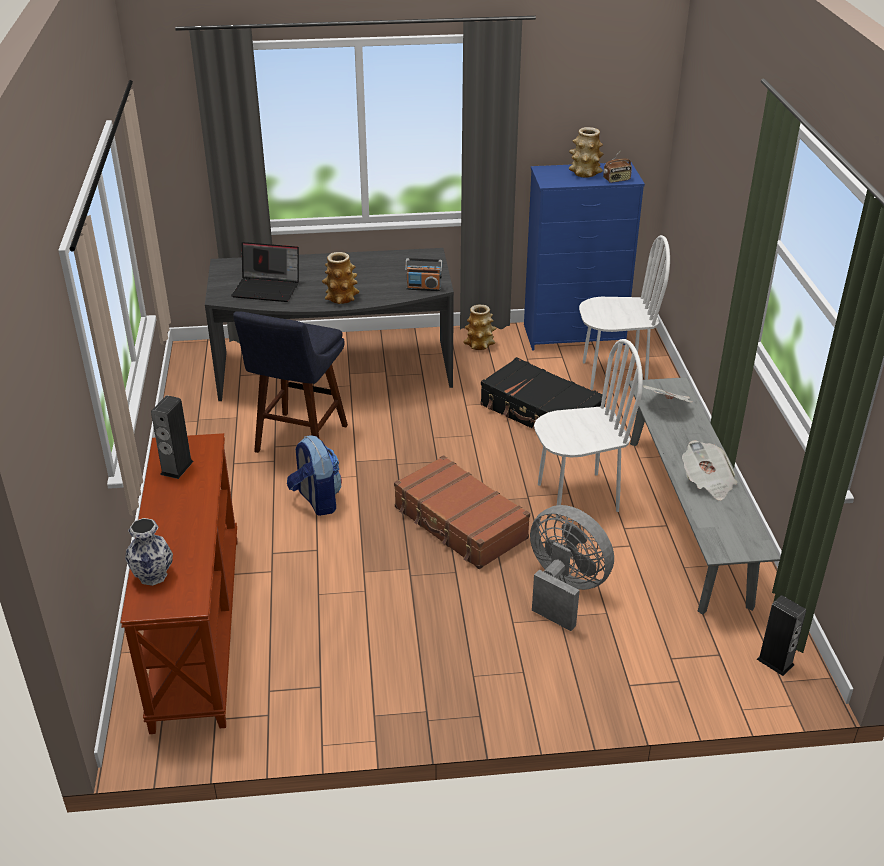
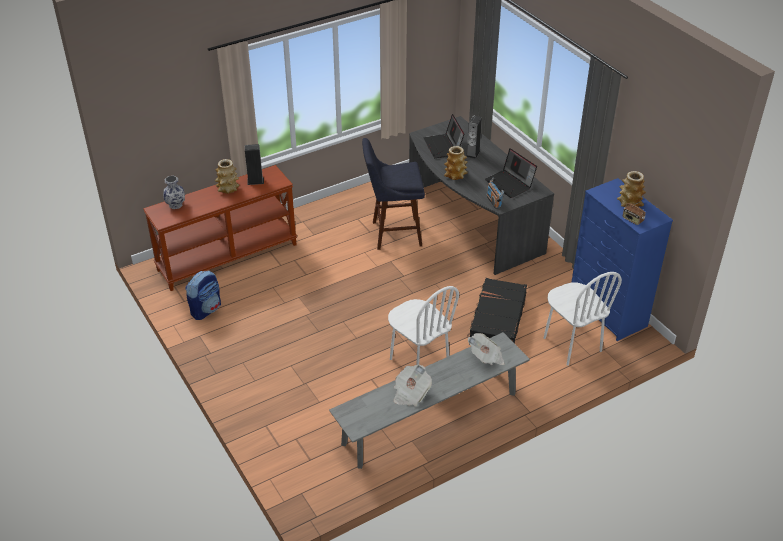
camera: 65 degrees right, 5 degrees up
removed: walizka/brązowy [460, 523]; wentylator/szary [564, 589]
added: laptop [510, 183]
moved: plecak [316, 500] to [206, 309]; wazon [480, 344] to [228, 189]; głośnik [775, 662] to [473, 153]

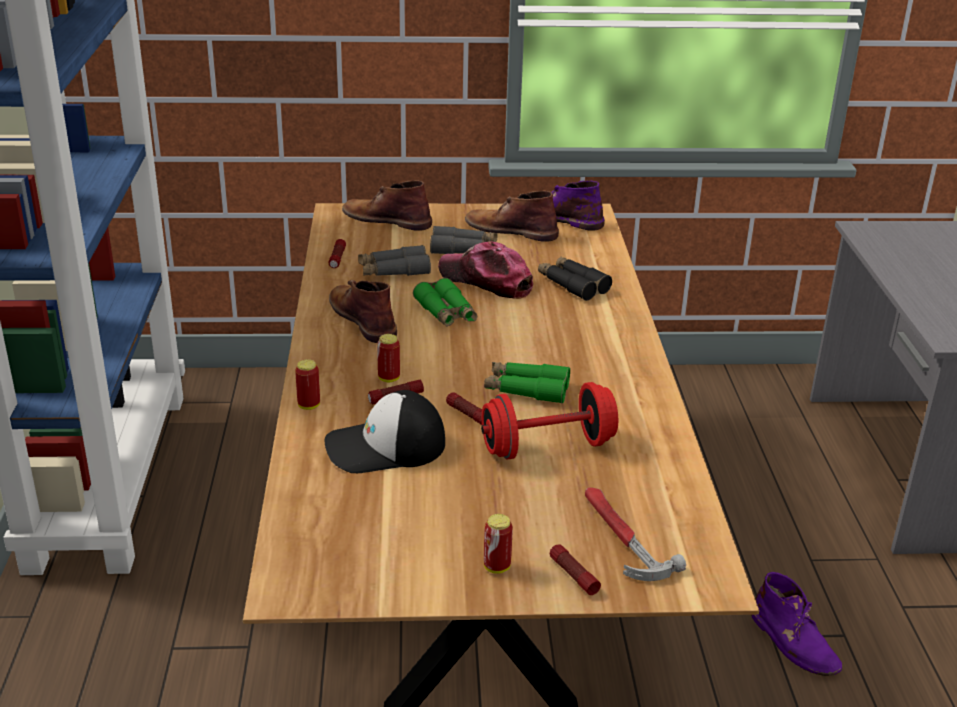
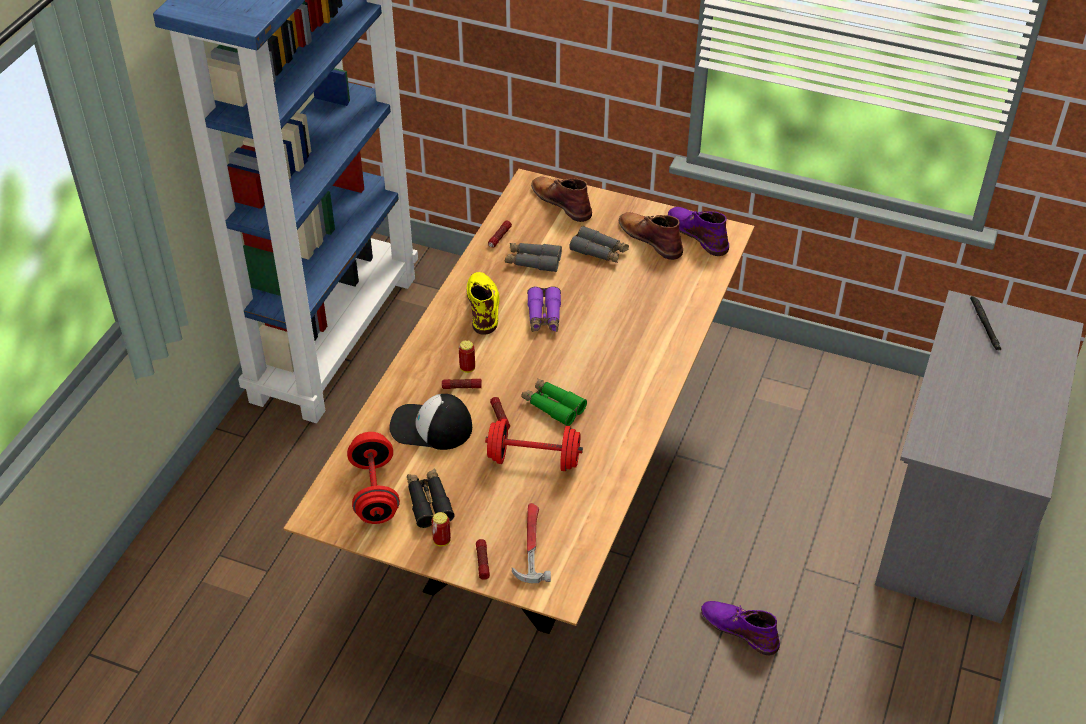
camera: 25 degrees right, 15 degrees up
removed: puszka [309, 405]; czapka z daszkiem [486, 281]
added: hantel/czerwony [375, 492]; latarka/czarny [984, 325]
moved: lornetka/czarny [572, 285] to [429, 502]
recoloured: but z cholewką/brązowy [363, 318] to but z cholewką/żółty [483, 305]; lornetka/zielony [446, 313] to lornetka/fioletowy [544, 316]
turned: but z cholewką/fioletowy [793, 642] = [739, 628] 135 degrees clockwise

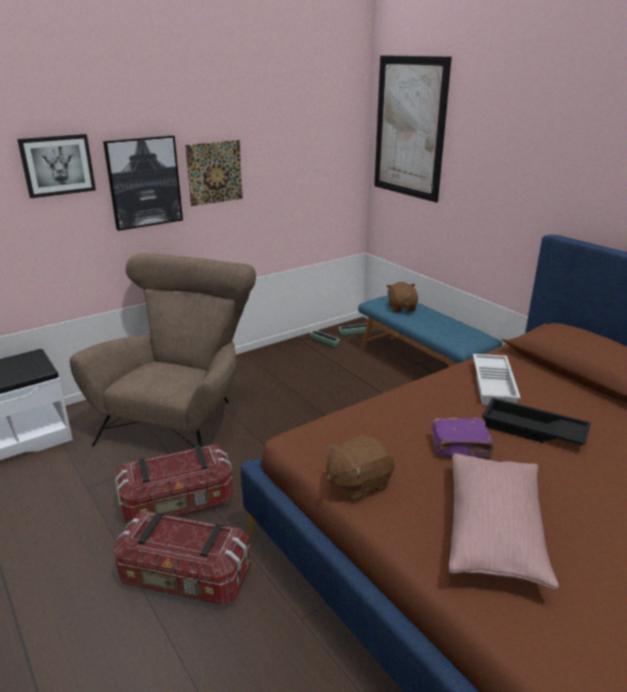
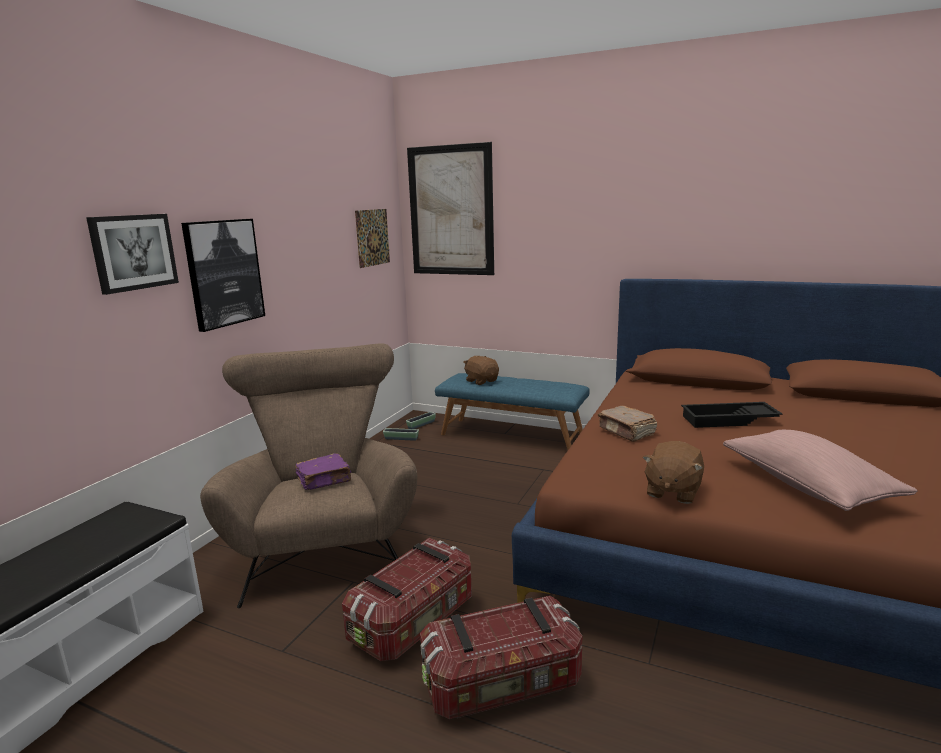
camera: 30 degrees left, 10 degrees down
removed: taca/biały [495, 385]
added: książka/brązowy [627, 432]
moved: obraz [215, 172] to [372, 237]; książka/fioletowy [461, 447] to [325, 481]

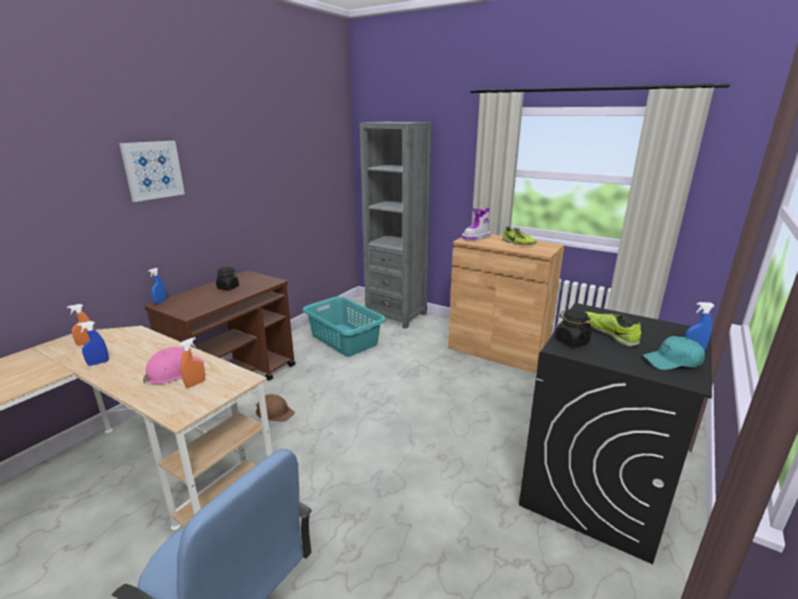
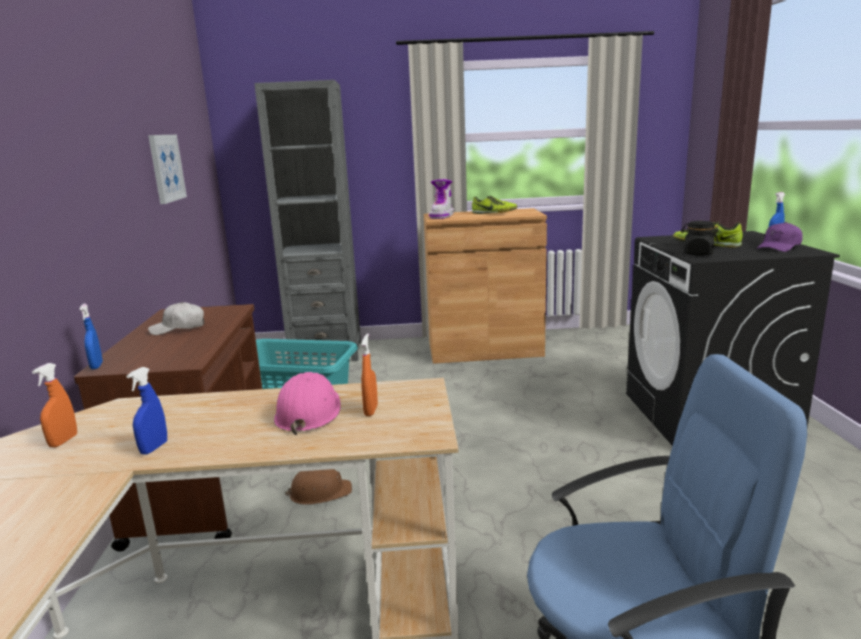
camera: 35 degrees left, 5 degrees down
moved: obraz [153, 170] to [166, 168]
replaced: słoik/czarny [228, 287] to czapka z daszkiem/biały [178, 328]
recoloured: czapka z daszkiem/turkusowy [672, 362] to czapka z daszkiem/fioletowy [779, 247]

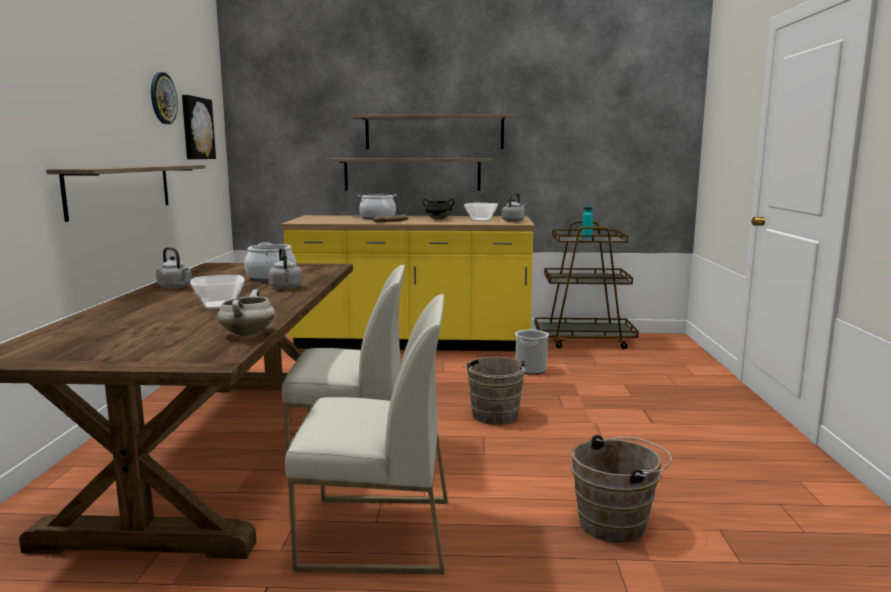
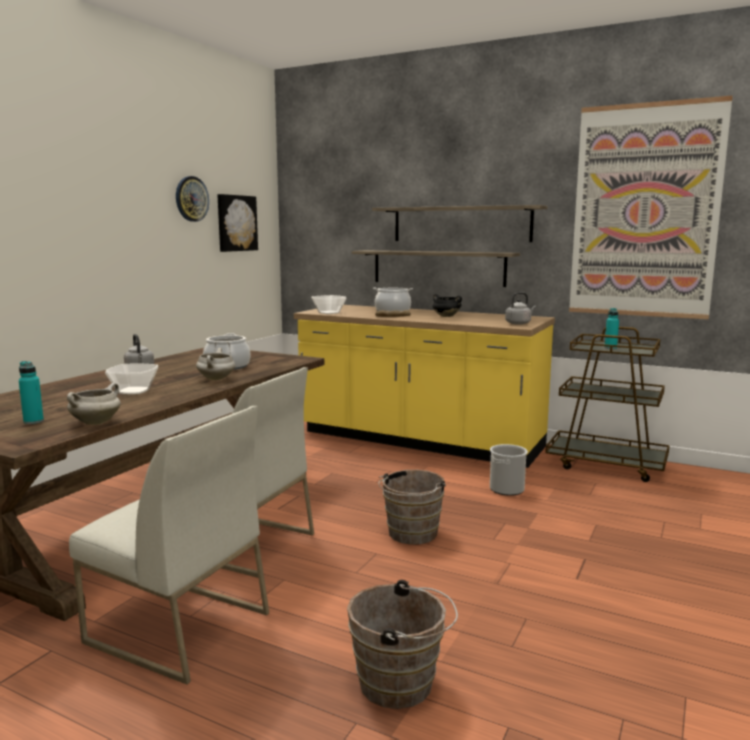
camera: 25 degrees right, 0 degrees up
removed: półka [121, 189]
added: butelka/turkusowy [33, 421]; obraz [644, 212]
moved: miska [481, 220] to [328, 313]
replaced: czajnik/szary [286, 288] to garnek/biały [216, 379]

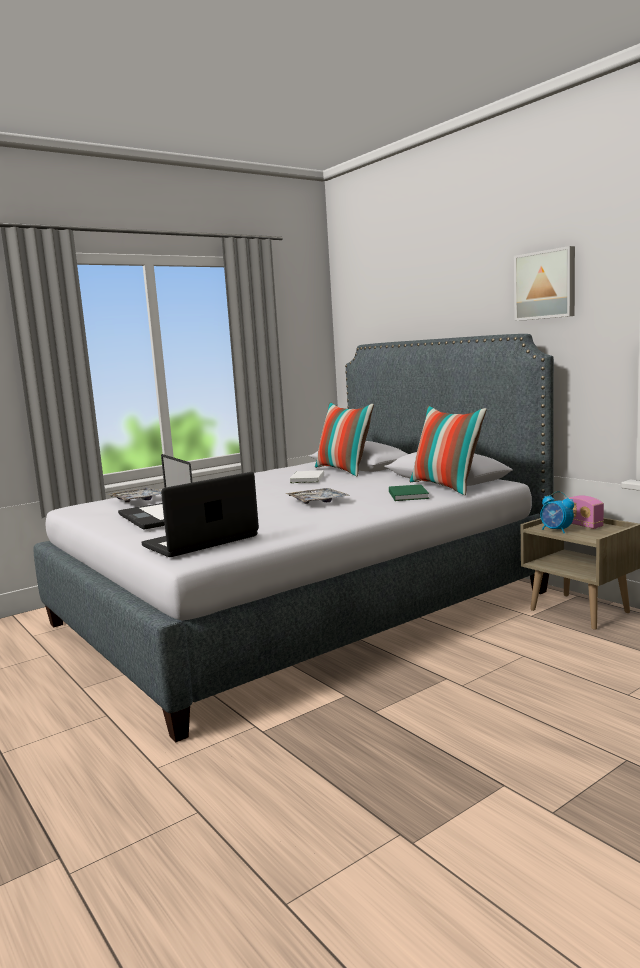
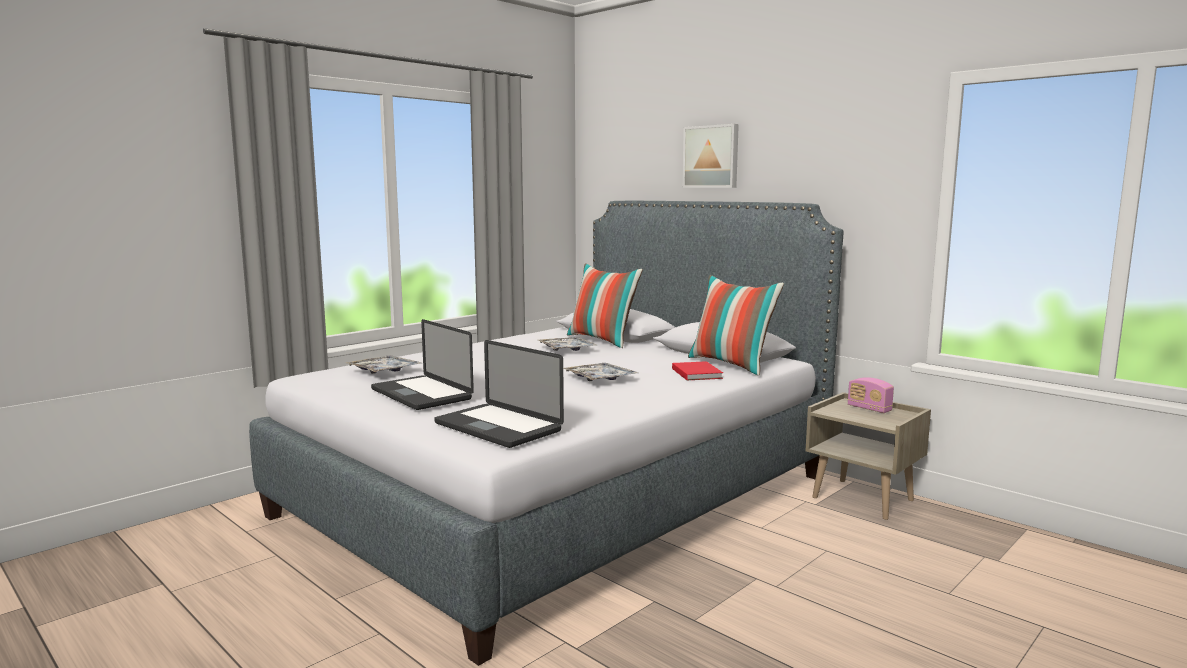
camera: 10 degrees left, 0 degrees up
removed: budzik [556, 530]
moved: obraz [545, 285] to [711, 157]
replaced: książka/biały [306, 479] to taca [566, 349]
recoloured: książka/zielony [408, 495] to książka/czerwony [697, 373]
turned: laptop [201, 541] = [497, 427] 90 degrees counterclockwise

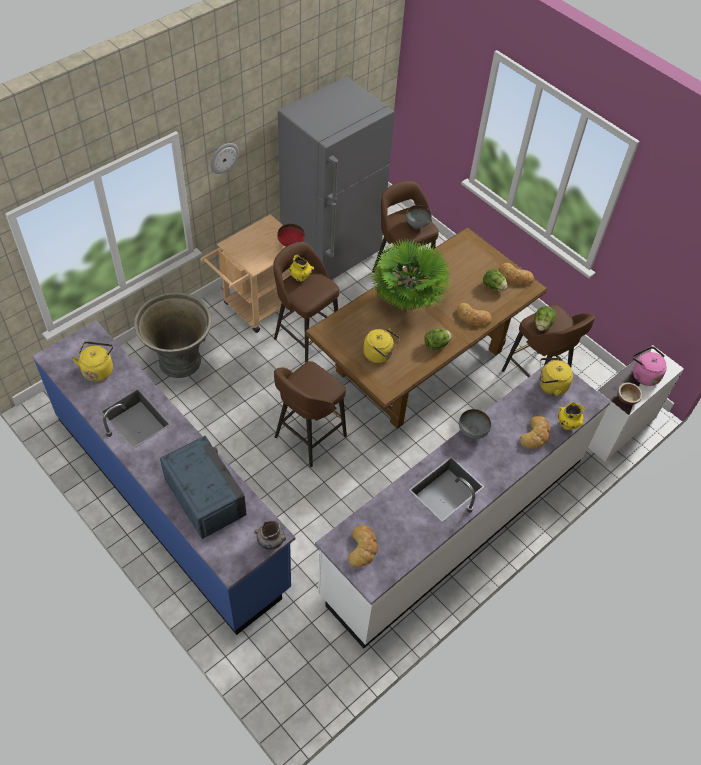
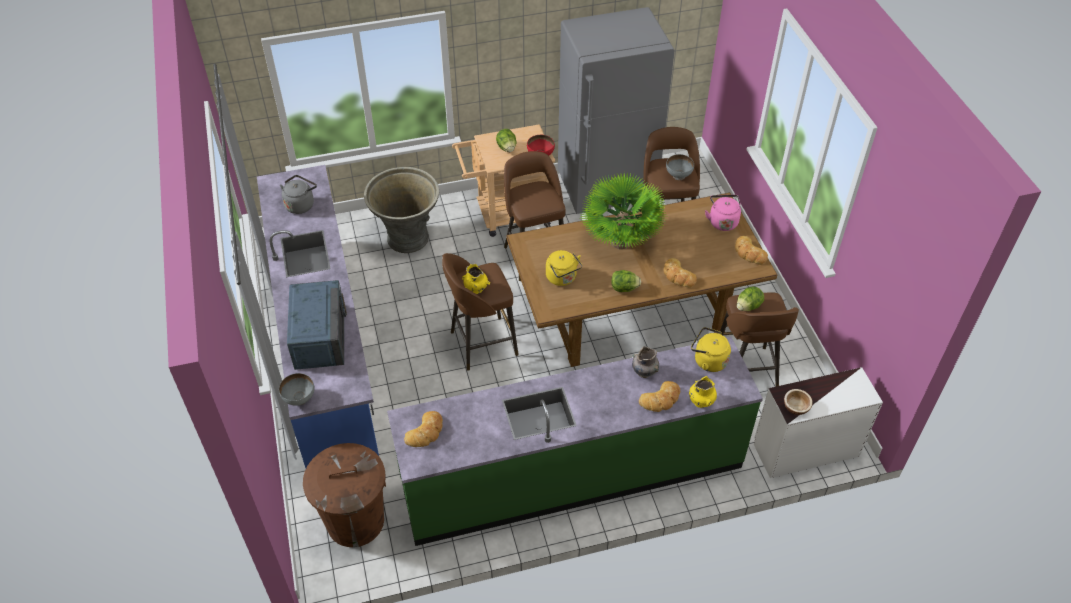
camera: 30 degrees right, 5 degrees down
removed: zegar ścienny [223, 157]
added: kosz na śmieci/brązowy [355, 521]
moved: wazon/szary [270, 542] to [644, 372]; wazon/żółty [301, 277] to [476, 289]; miska/szary [472, 432] to [299, 399]; sałata [493, 287] to [507, 148]; czajnik/różowy [643, 375] to [722, 221]
recoloured: czajnik/żółty [98, 369] to czajnik/szary [301, 204]; zabudowa kuchenna/biały [454, 524] to zabudowa kuchenna/zielony [572, 474]

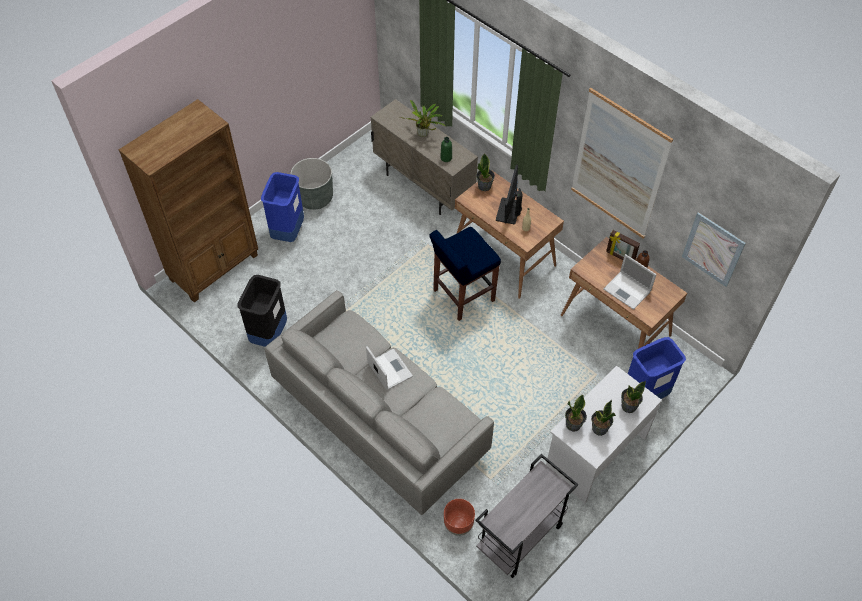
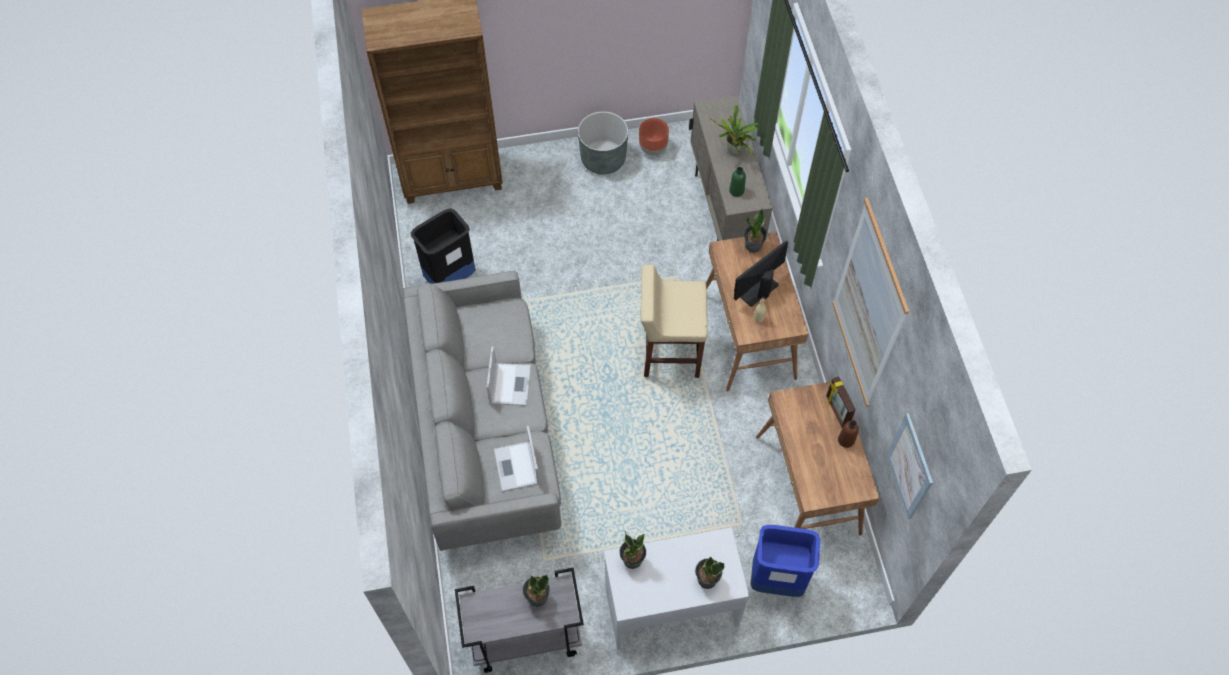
camera: 35 degrees right, 5 degrees up
removed: kosz na śmieci/niebieski [288, 232]
moved: donica/brązowy [458, 524] to [653, 148]; roślina doniczkowa [599, 428] to [537, 597]; laptop [627, 291] to [517, 467]
recoloured: stołek/niebieski [462, 296] to stołek/beżowy [669, 352]

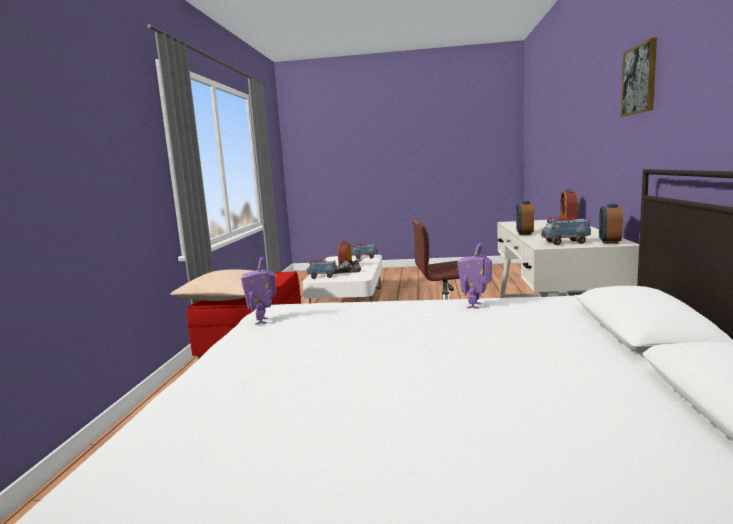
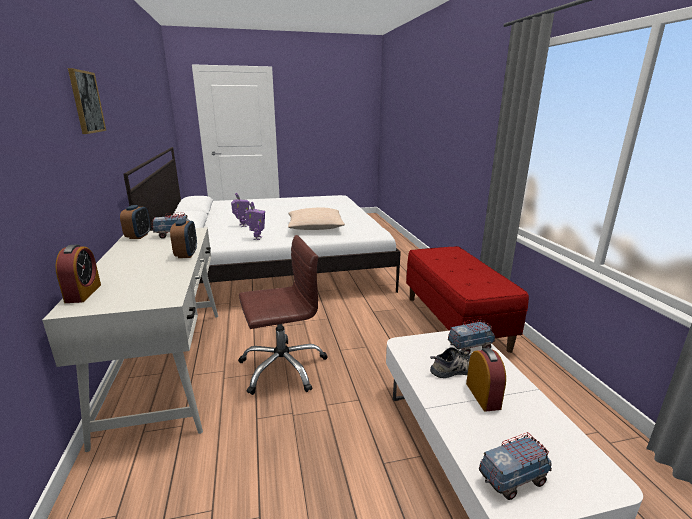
camera: 160 degrees right, 10 degrees up
moved: poduszka/beżowy [228, 297] to [315, 227]; robot zabawkowy [263, 321] to [242, 225]

